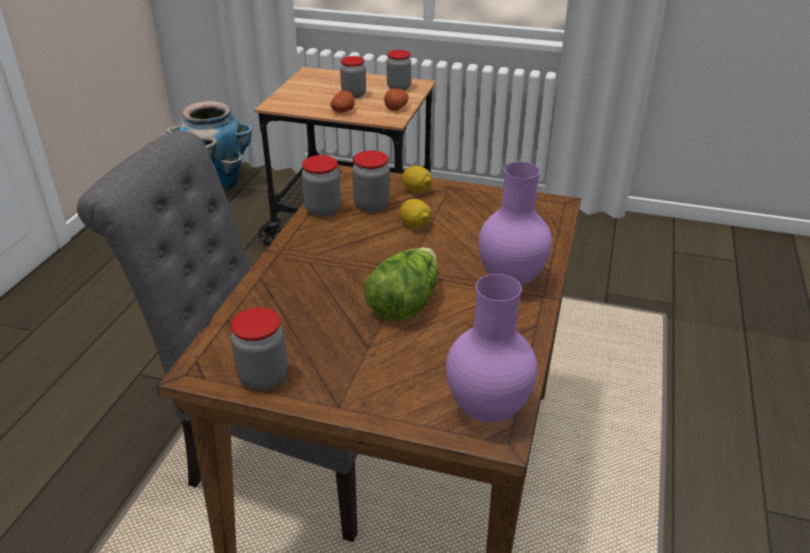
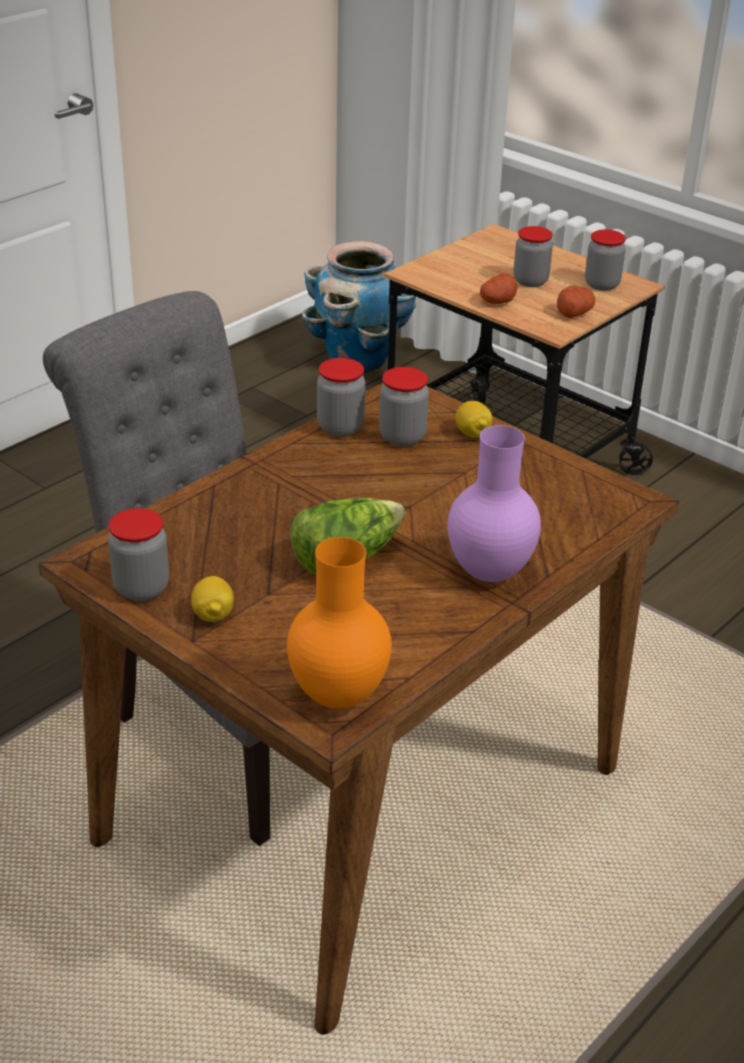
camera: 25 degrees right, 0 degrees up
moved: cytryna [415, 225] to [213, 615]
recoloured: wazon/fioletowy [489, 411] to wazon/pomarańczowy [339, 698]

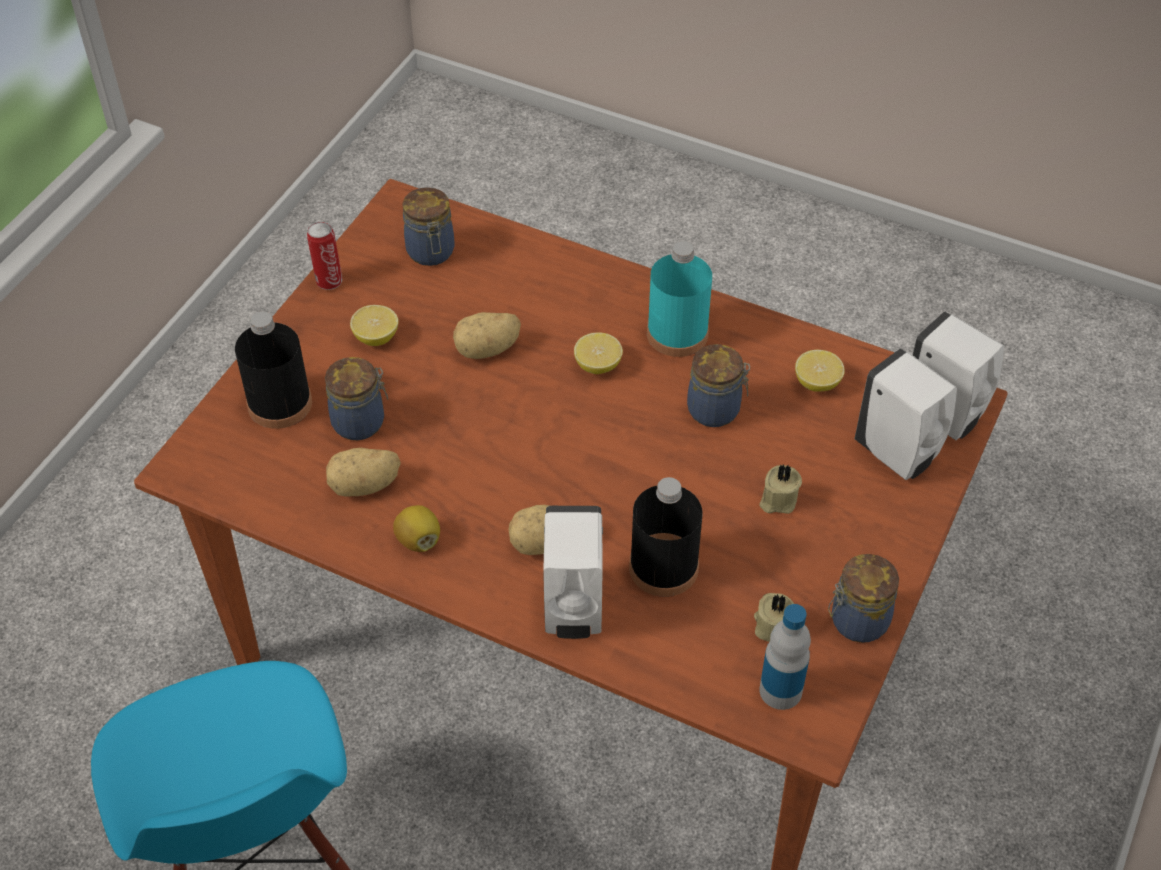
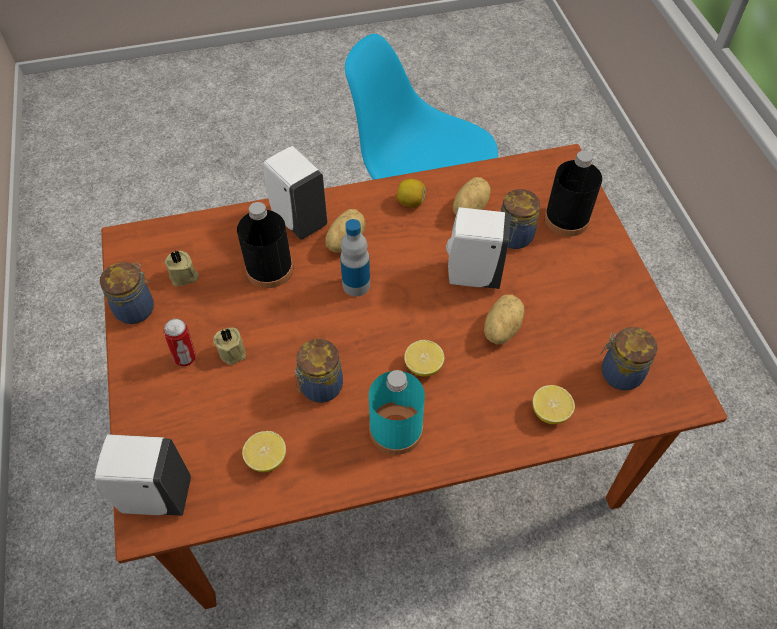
camera: 140 degrees right, 5 degrees up
moved: puszka [328, 280] to [186, 358]; cytryna [376, 337] to [550, 412]; butelka [780, 690] to [356, 285]; dozownik mydła/biały [899, 455] to [471, 275]

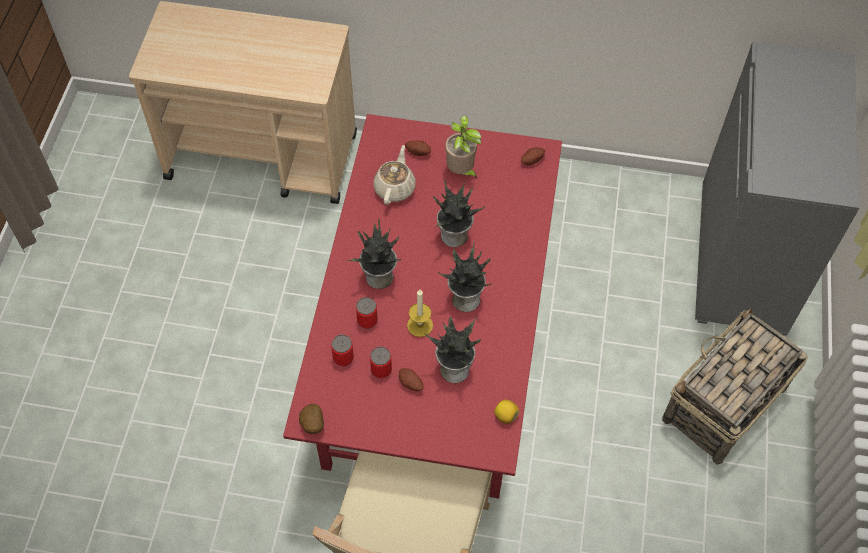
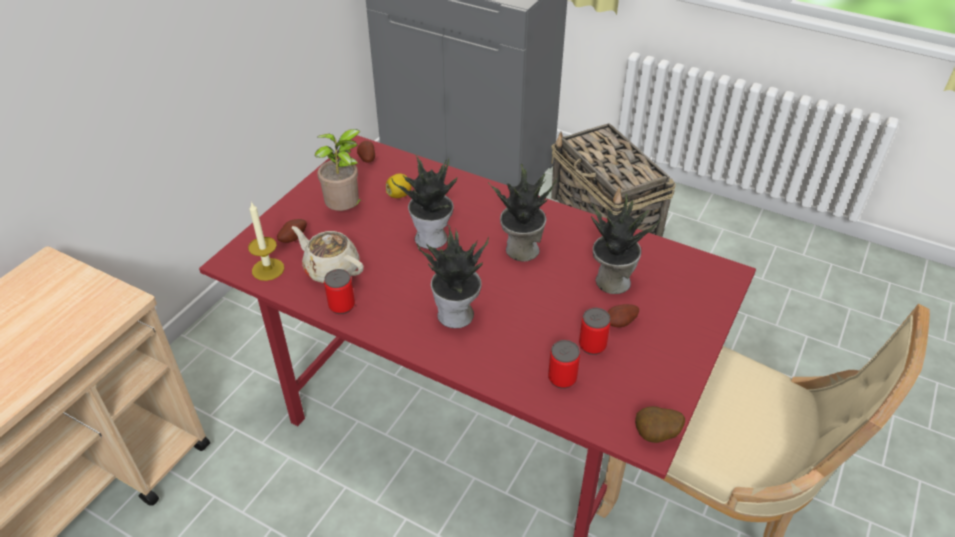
camera: 70 degrees left, 15 degrees down
moved: puszka [367, 320] to [342, 306]; świeca [420, 325] to [268, 269]; cytryna [506, 416] to [399, 195]

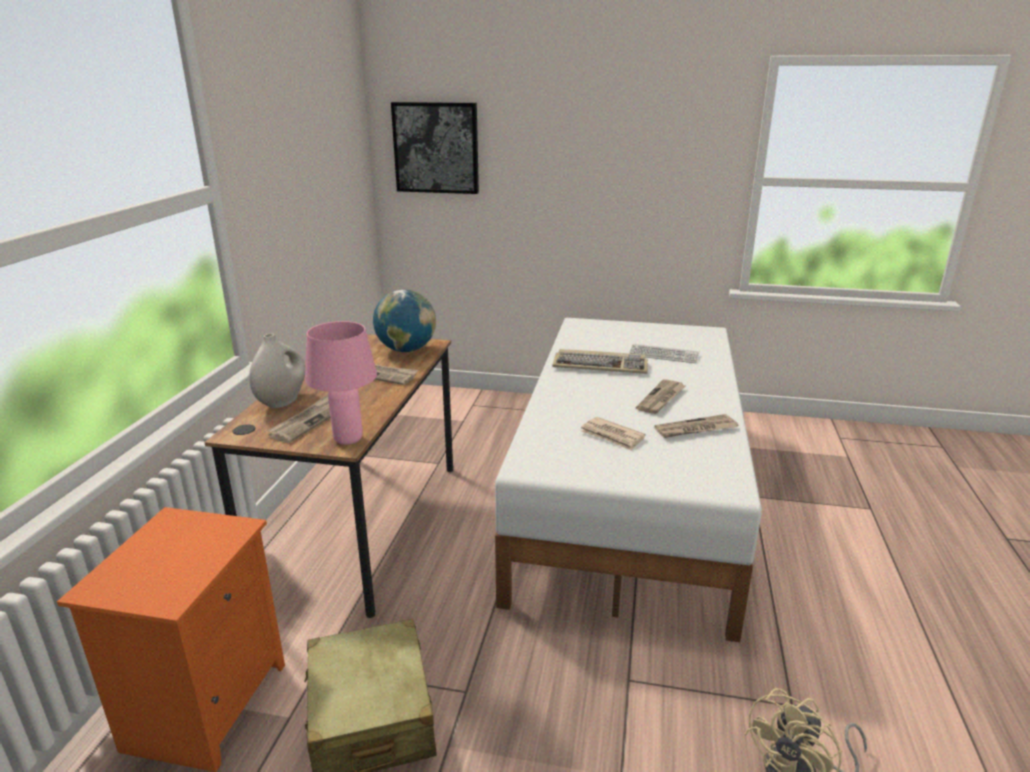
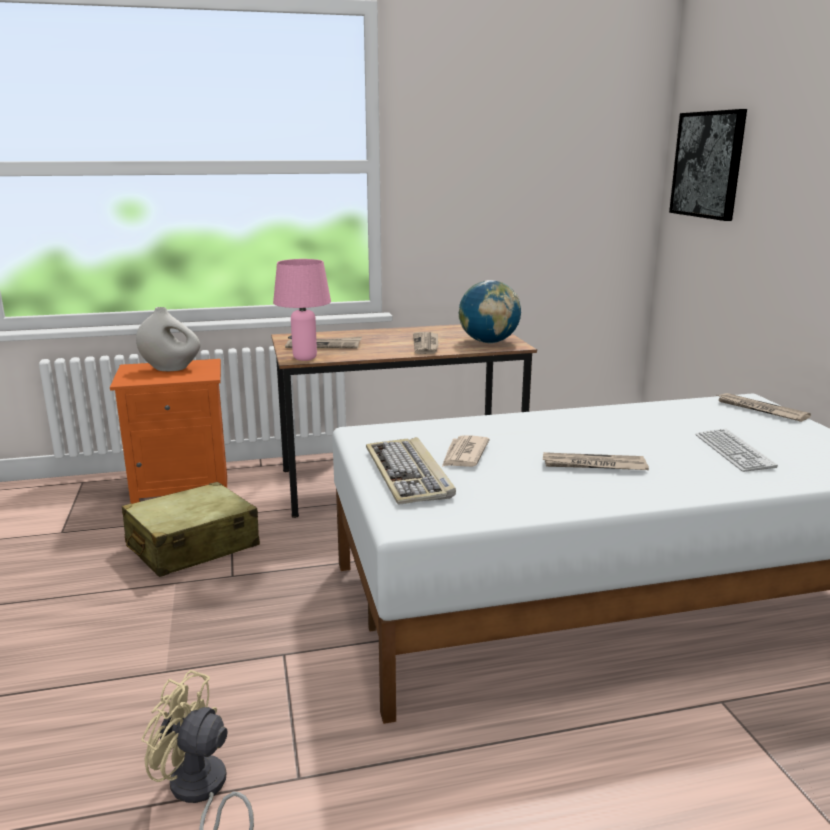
camera: 65 degrees right, 5 degrees down
moved: wazon/biały [282, 401] to [171, 369]; klawiatura [601, 365] to [409, 474]; gazeta [696, 429] to [760, 410]

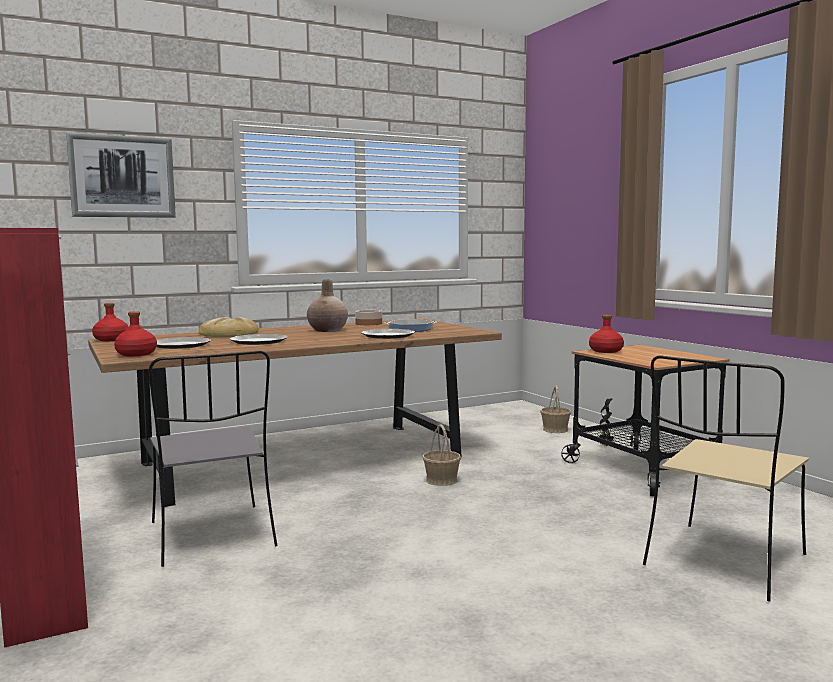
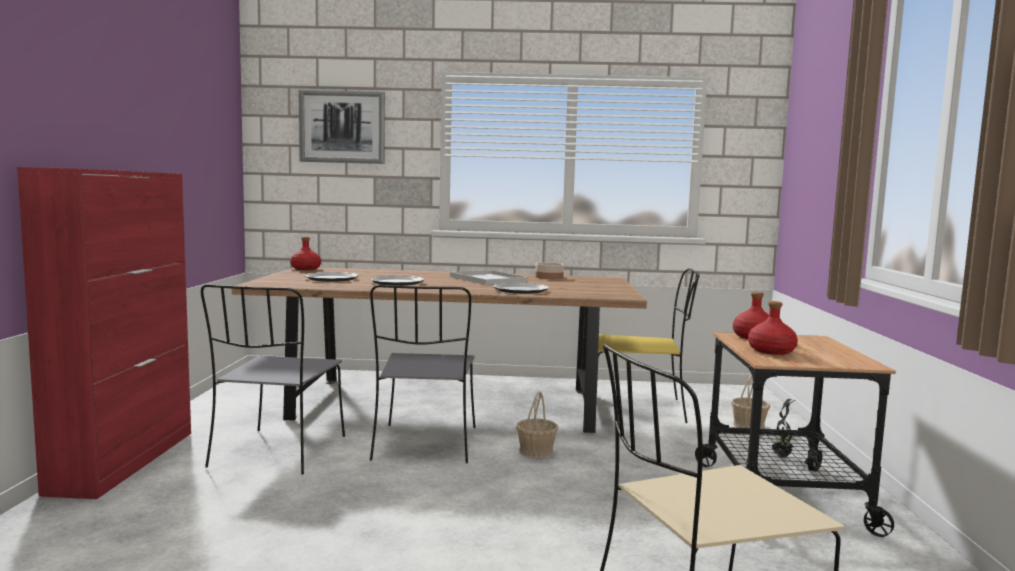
camera: 30 degrees right, 0 degrees up
removed: chleb [229, 334]; patelnia [410, 329]
added: krzesło/szary [425, 445]; krzesło/żółty [640, 409]
moved: butelka/czerwony [136, 354] to [770, 351]
replaced: wazon/beżowy [328, 330] to taca/biały [489, 279]

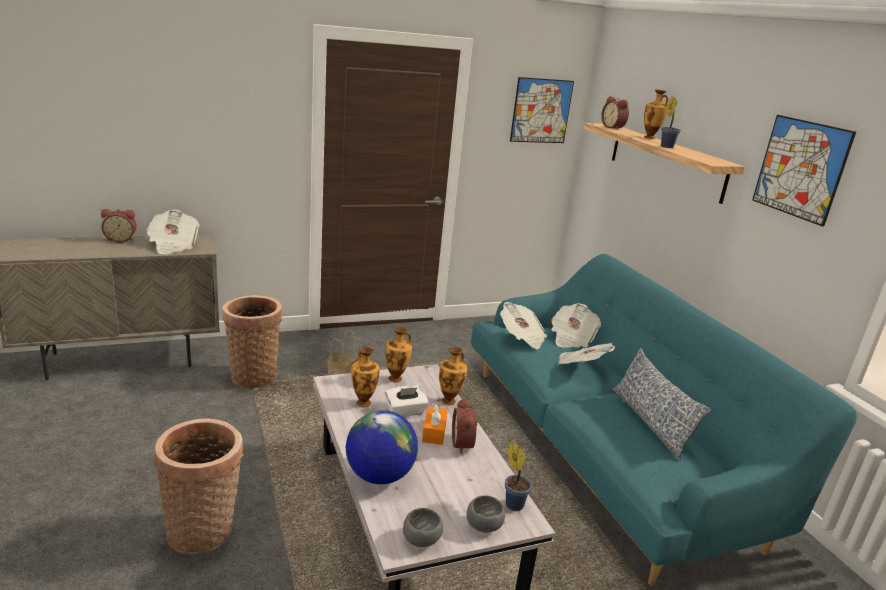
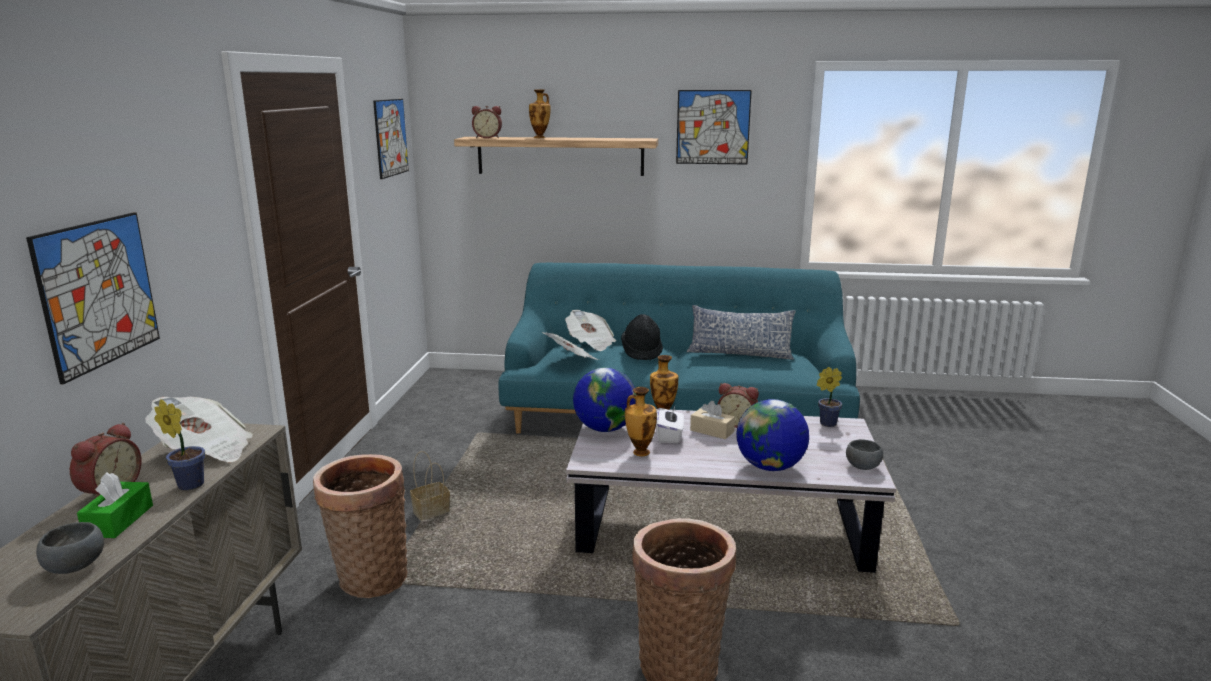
camera: 60 degrees left, 5 degrees down
added: obraz [98, 293]; pudełko chusteczek/zielony [119, 521]
moved: miska/szary [485, 526] to [77, 566]; roślina doniczkowa [666, 146] to [188, 484]
replaced: wazon [396, 379] to globus [605, 429]; gazeta [581, 366] to kapelusz/czarny [642, 352]
recoloured: pudełko chusteczek/pomarańczowy [434, 432] to pudełko chusteczek/beżowy [712, 431]

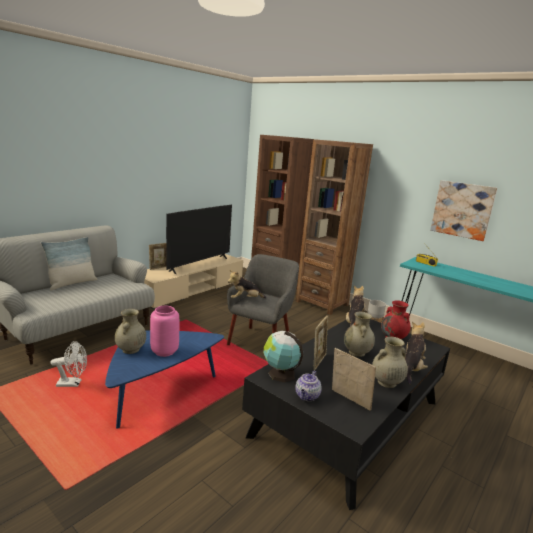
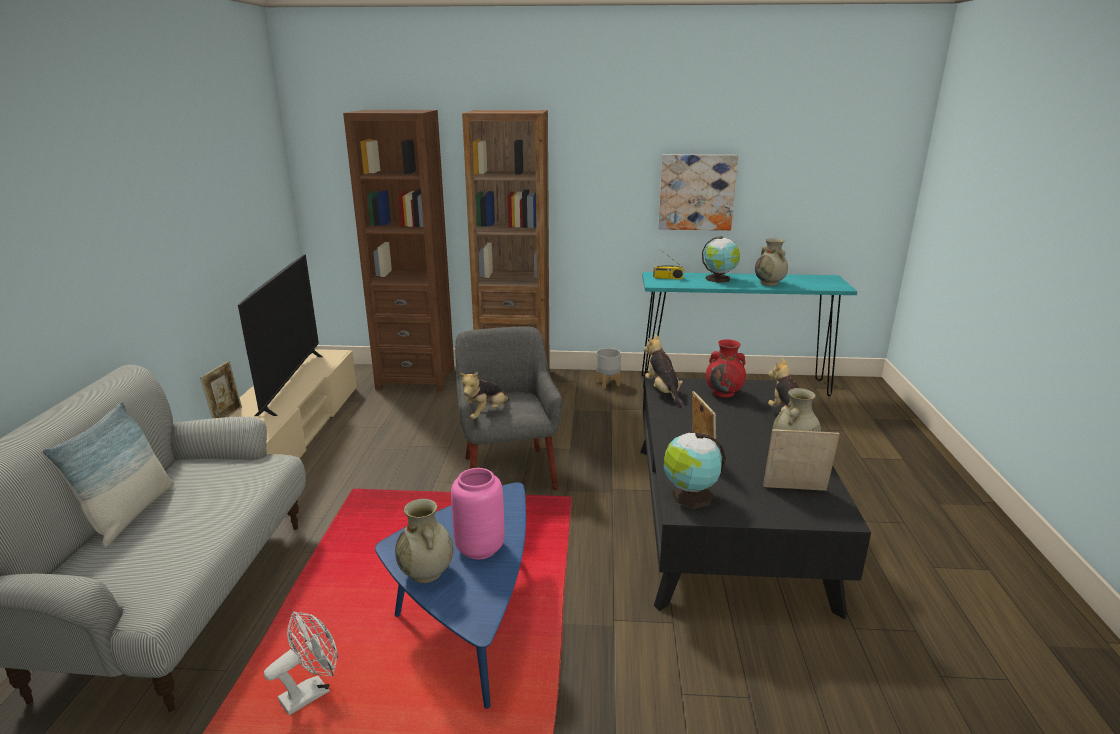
camera: 35 degrees left, 5 degrees up
removed: imbryk [307, 396]
added: globus [719, 279]
moved: wazon/beżowy [357, 353] to [769, 283]

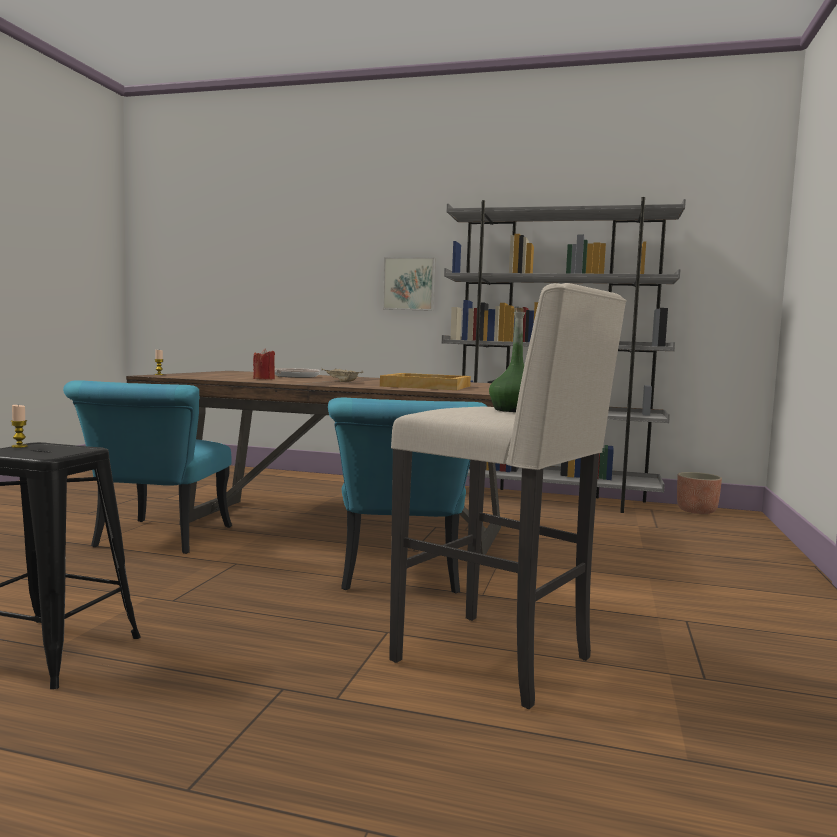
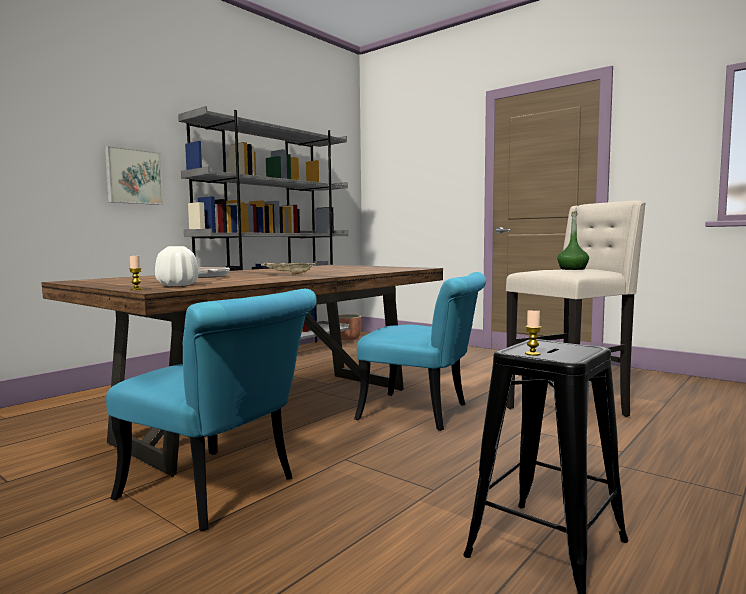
camera: 65 degrees left, 0 degrees up
removed: świeca/czerwony [264, 379]; taca/beżowy [427, 386]
added: wazon/biały [177, 285]

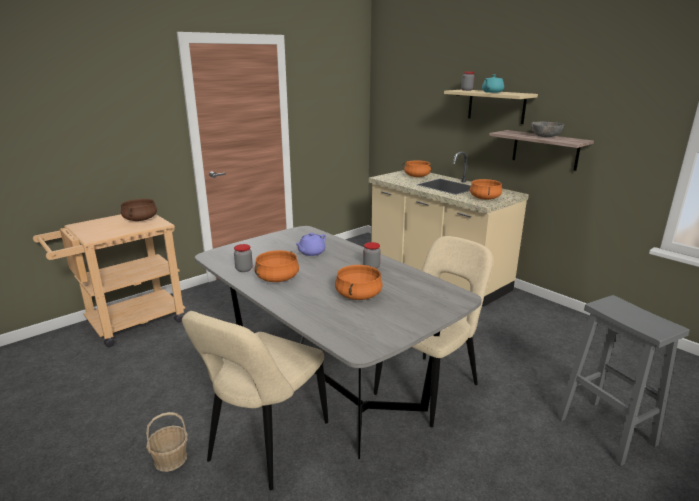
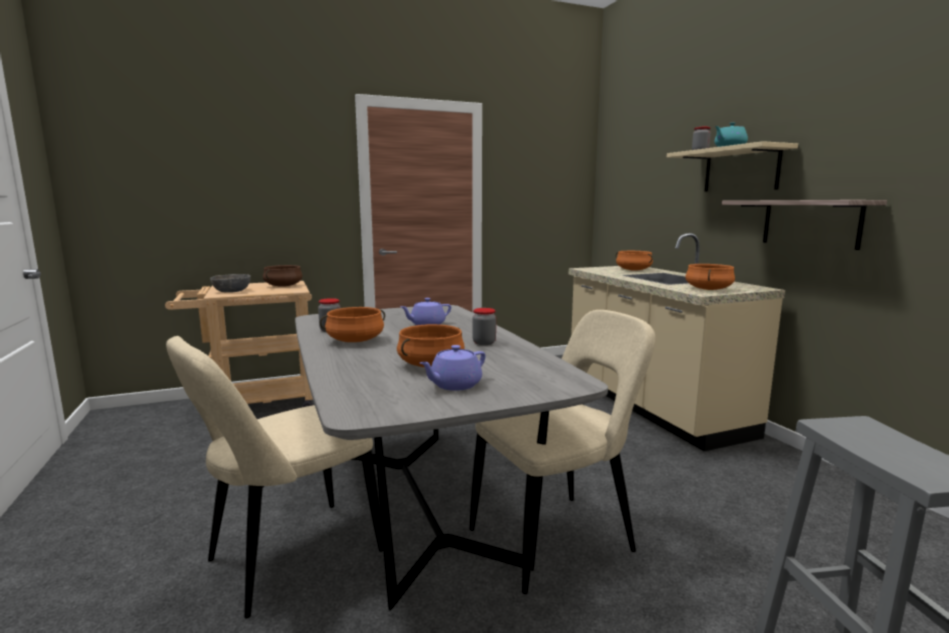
camera: 20 degrees right, 10 degrees down
removed: koszyk [170, 459]
added: imbryk/fioletowy [454, 385]
moved: miska/szary [545, 136] to [232, 291]

